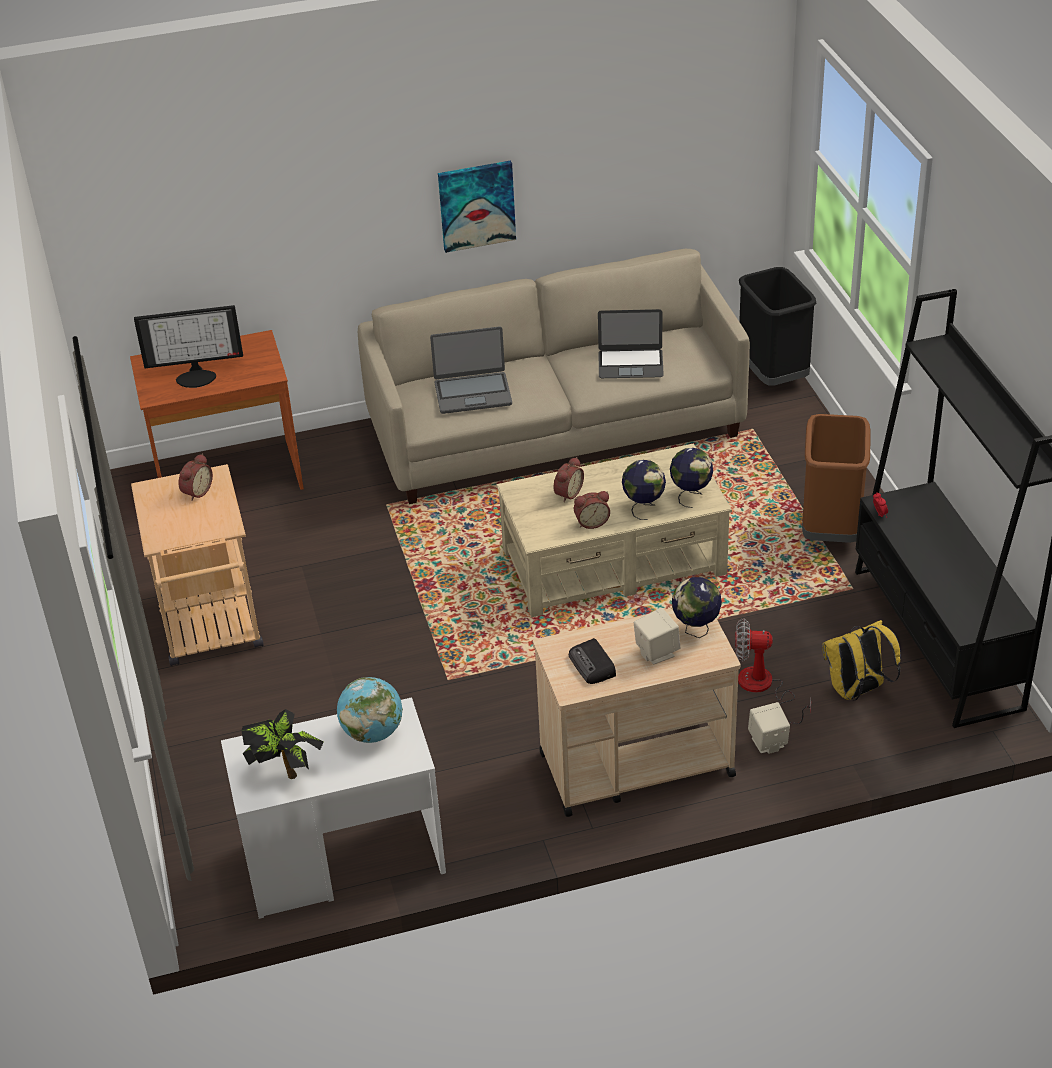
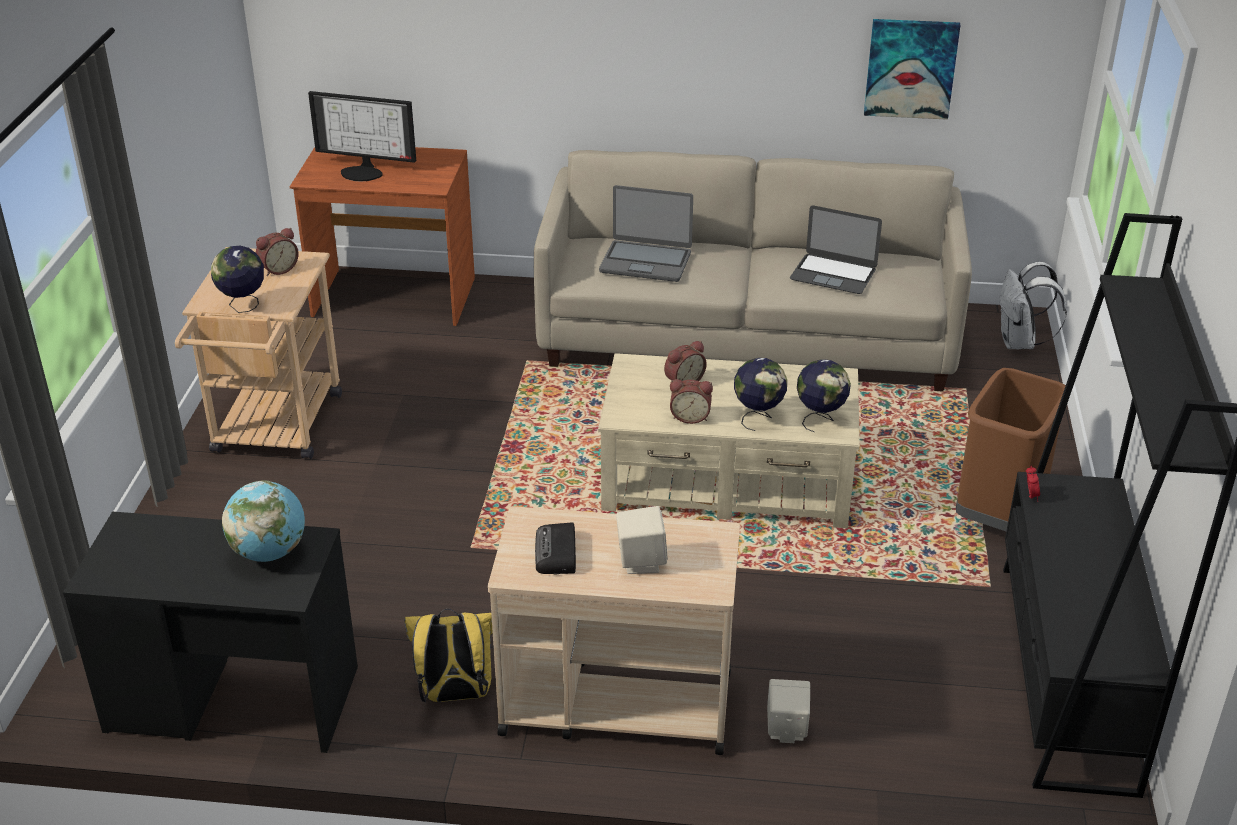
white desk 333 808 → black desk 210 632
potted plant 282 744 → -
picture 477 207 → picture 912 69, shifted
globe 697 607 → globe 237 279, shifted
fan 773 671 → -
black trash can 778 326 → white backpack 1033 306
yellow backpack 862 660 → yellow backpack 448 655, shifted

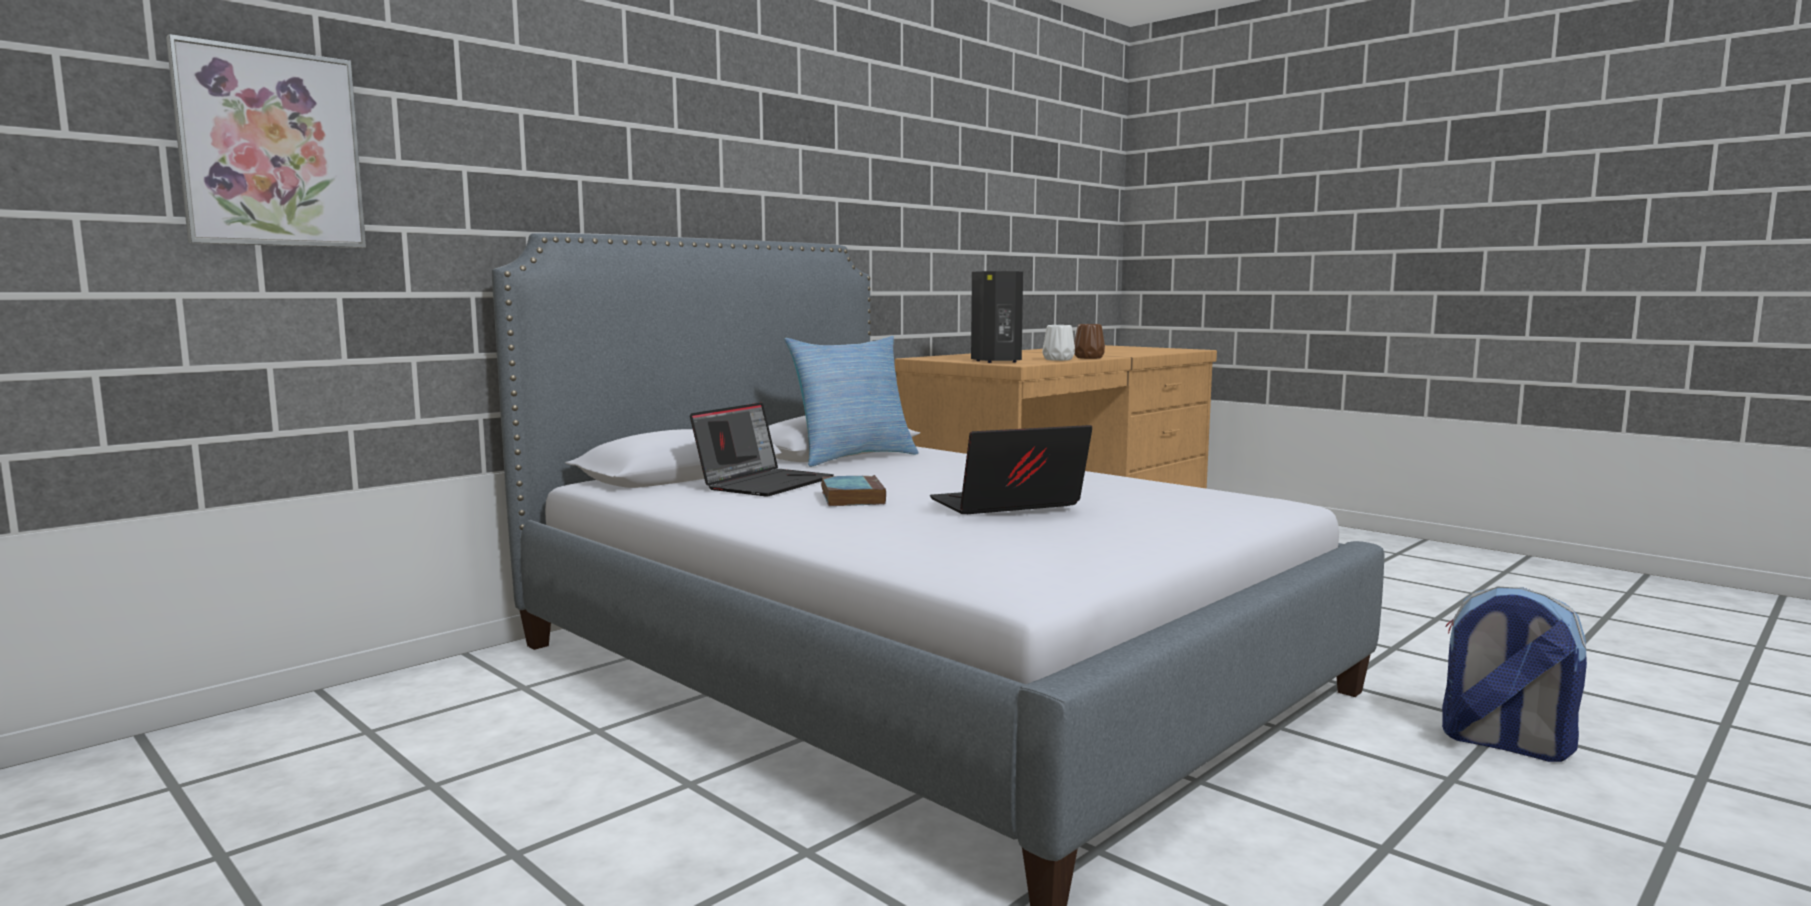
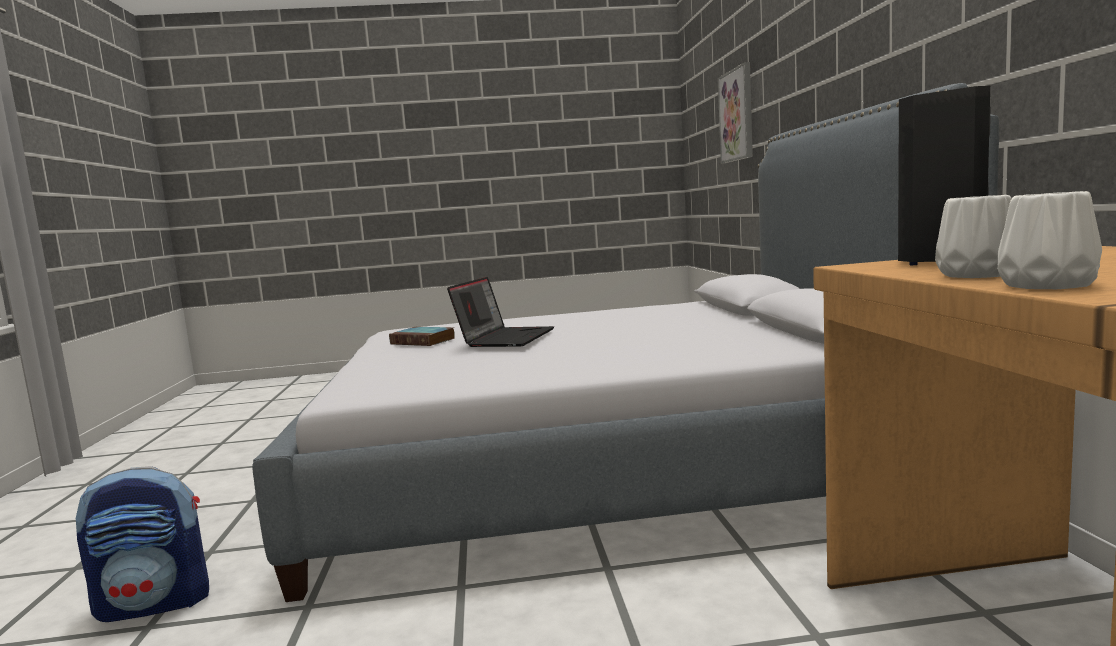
laptop 761 449 → -
pillow 851 401 → -
book 853 490 → book 422 336, shifted
brown vase 1089 341 → white vase 1049 240

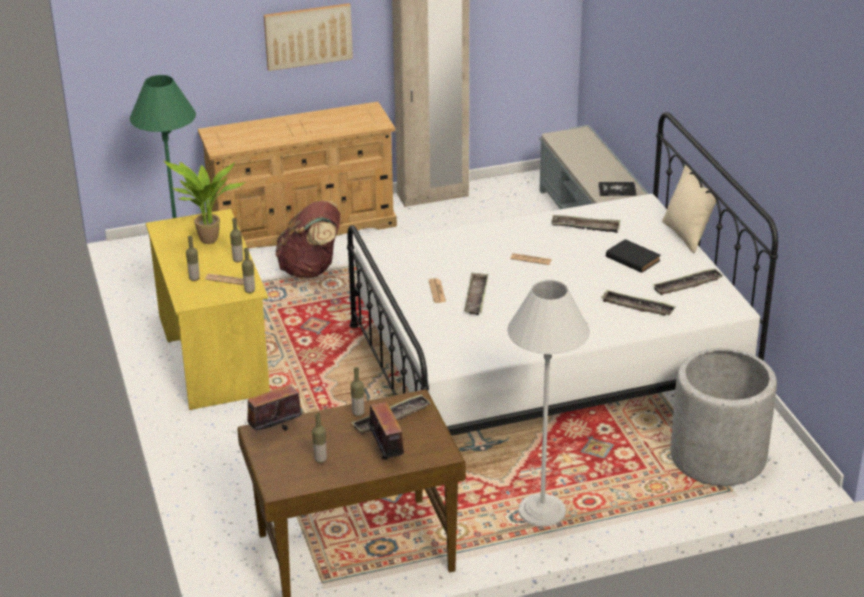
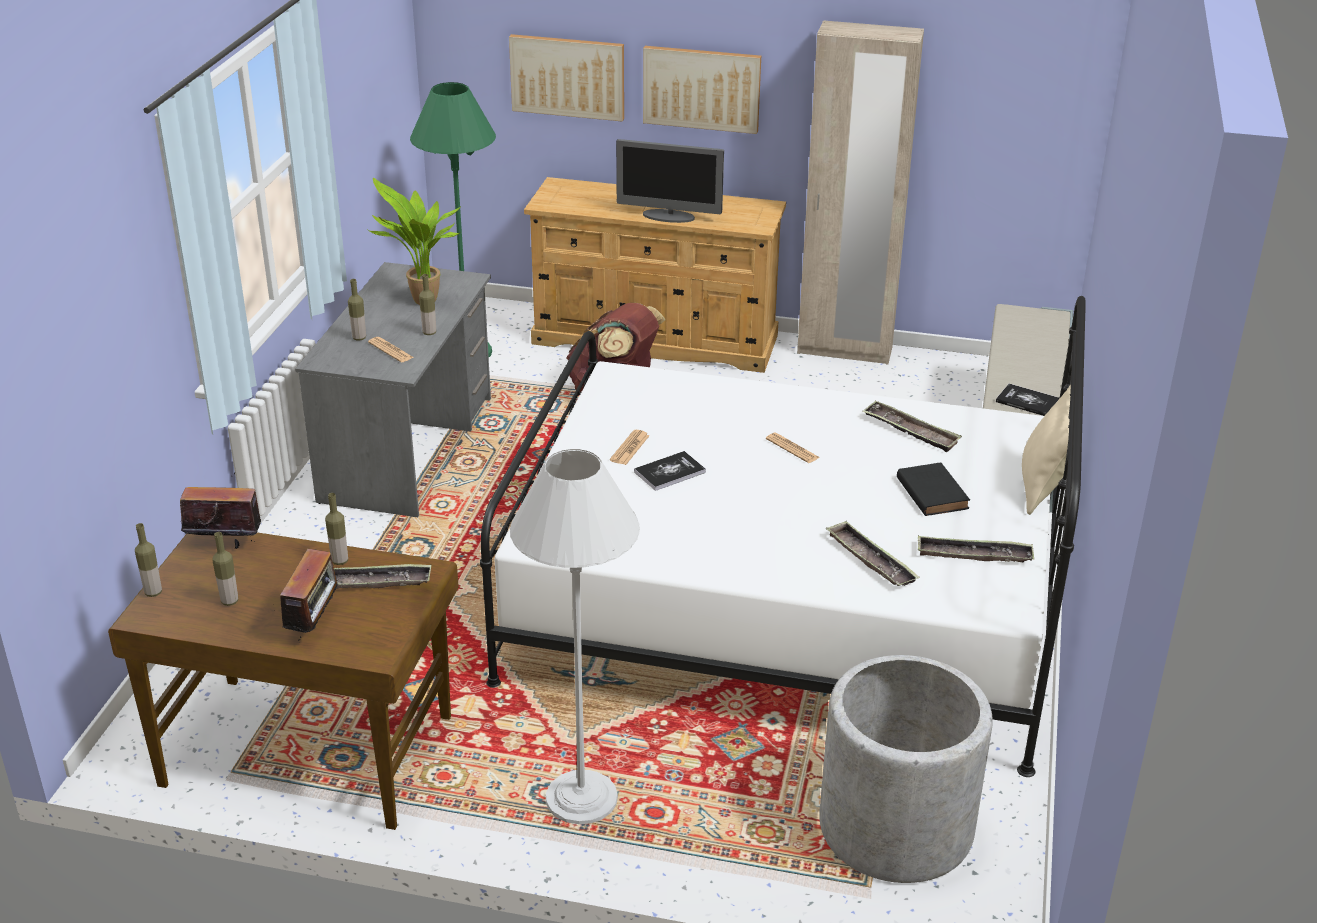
yellow desk 208 309 → grey desk 393 389
bottle 248 270 → bottle 148 560, shifted
tray 476 293 → book 670 471
- → picture 566 77
- → monitor 670 181

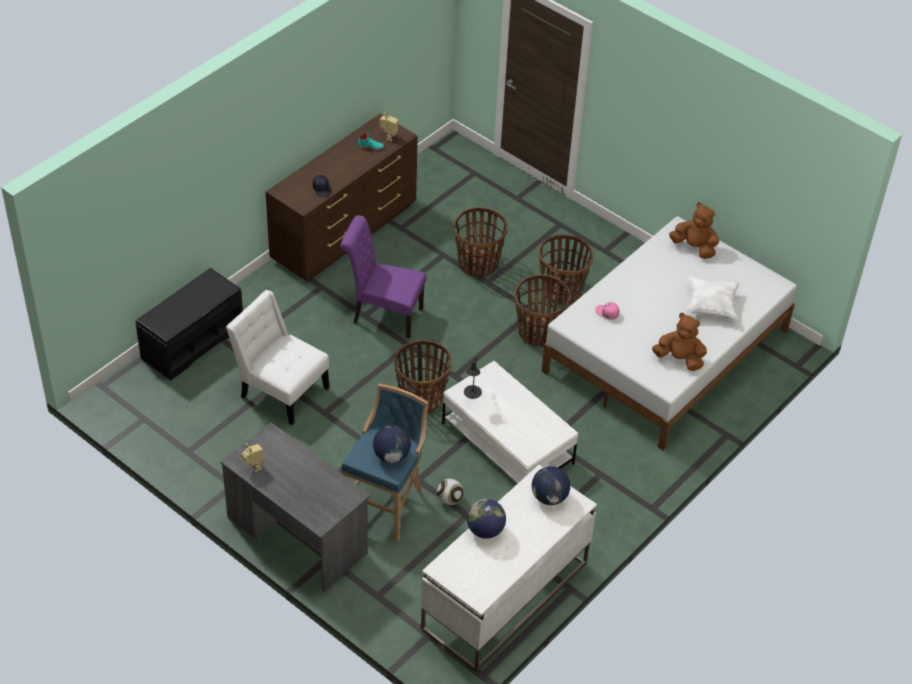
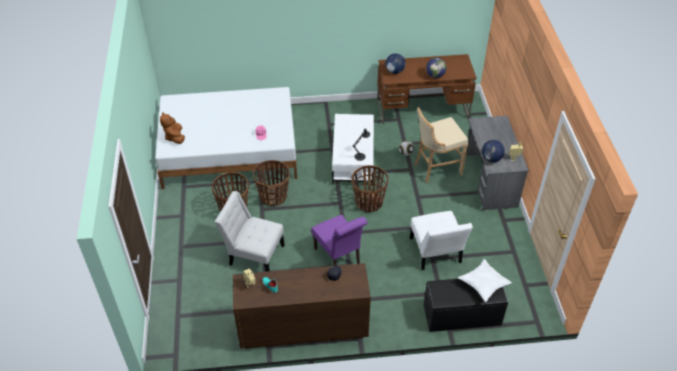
blue stool 384 462 → beige stool 441 145
globe 392 444 → globe 493 151, shifted
white desk 509 568 → brown desk 427 89
basket 480 242 → white chair 250 231
brown plush toy 679 342 → -
white pillow 713 298 → white pillow 485 280, shifted

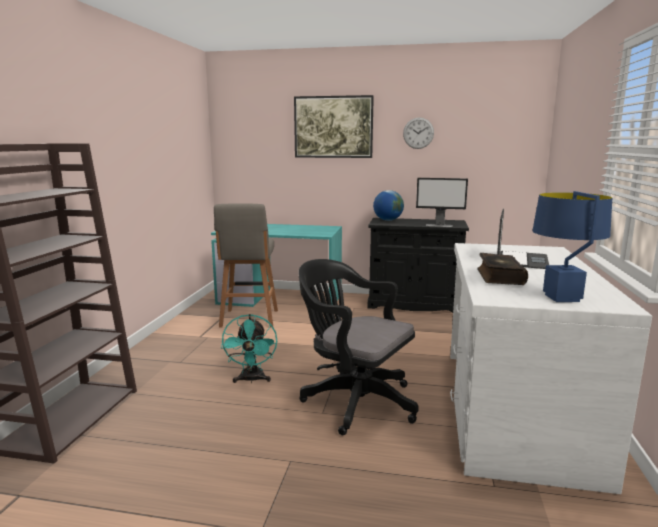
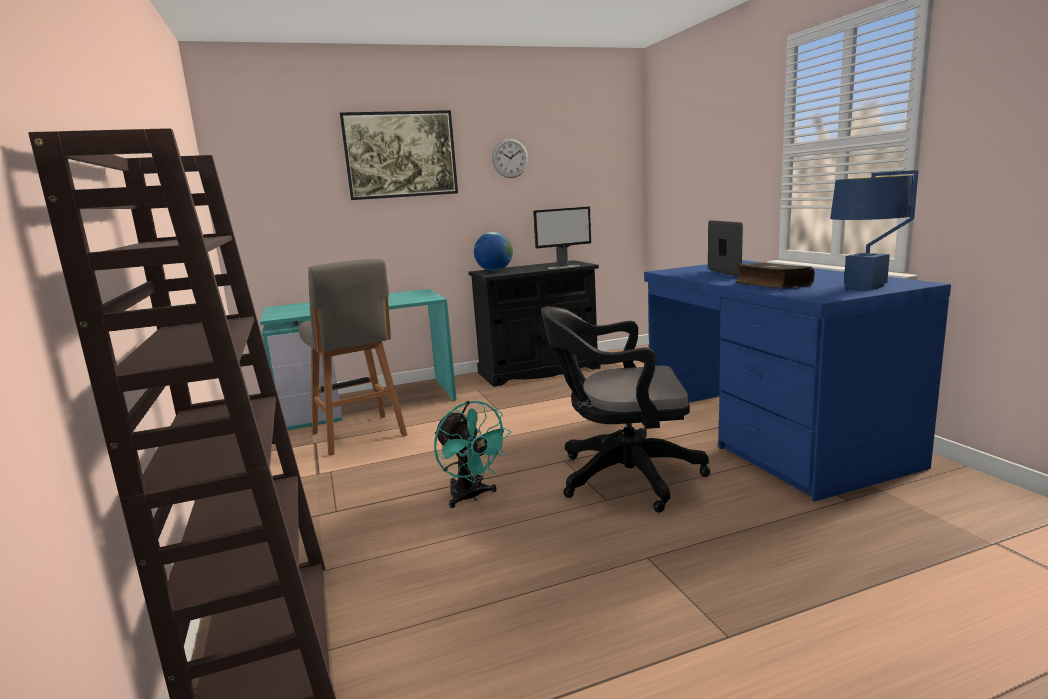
white desk 551 368 → blue desk 797 381

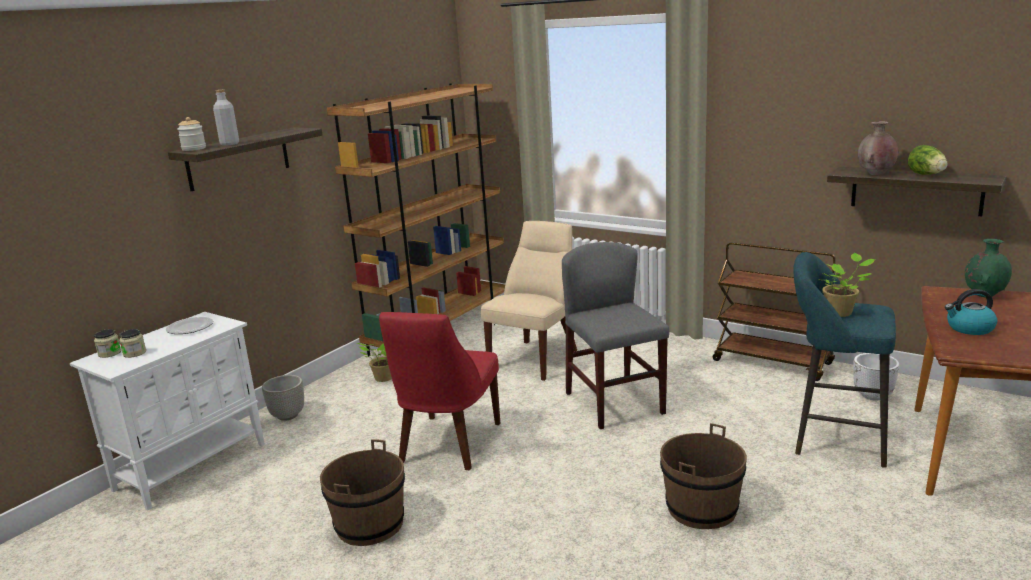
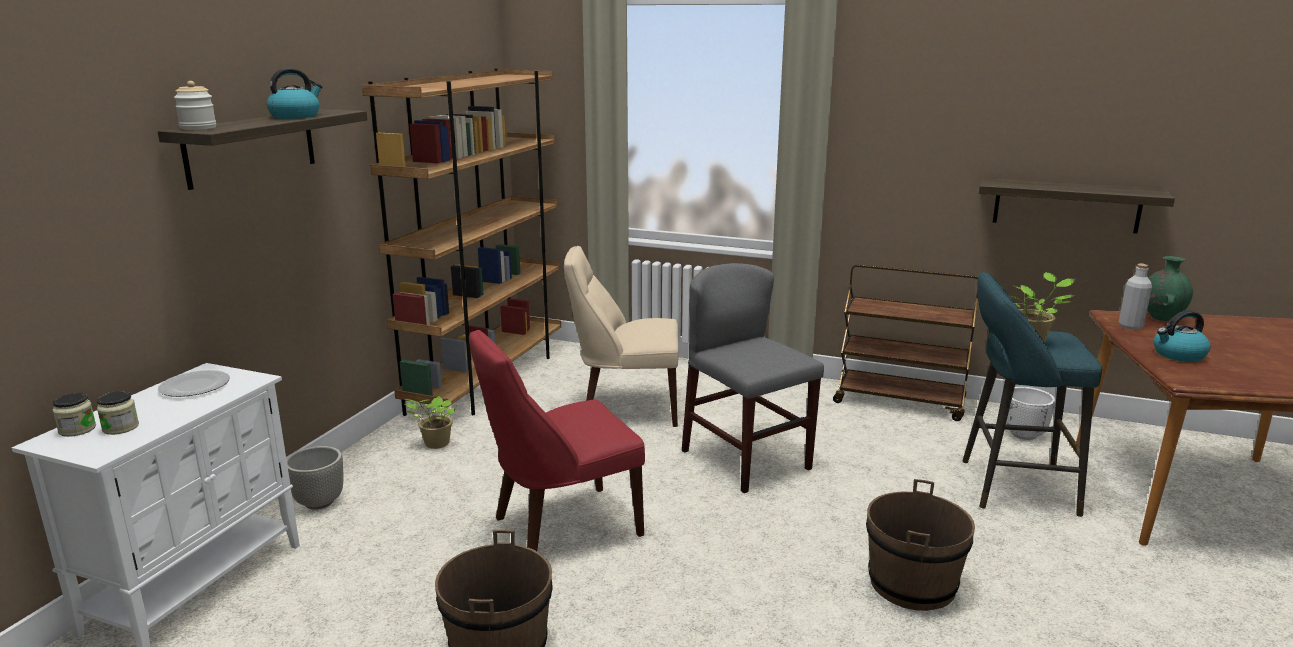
grey bottle 226 118 → grey bottle 1135 297, shifted
red chair 439 391 → red chair 557 440, 60 degrees clockwise
beige chair 529 301 → beige chair 621 336, 105 degrees counterclockwise
brown vase 878 148 → -
lettuce 928 160 → -
- → kettle 294 93

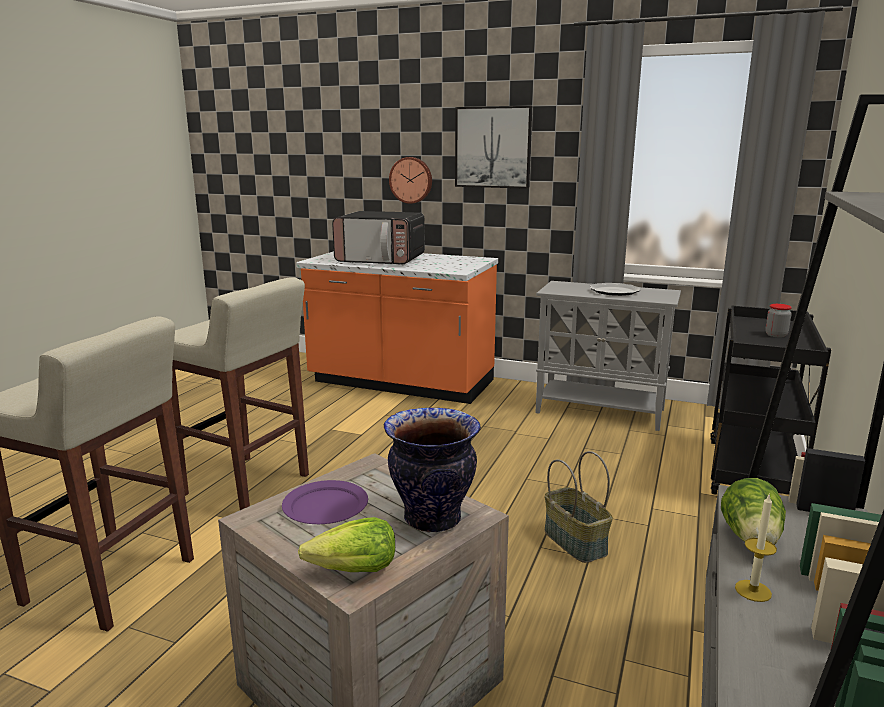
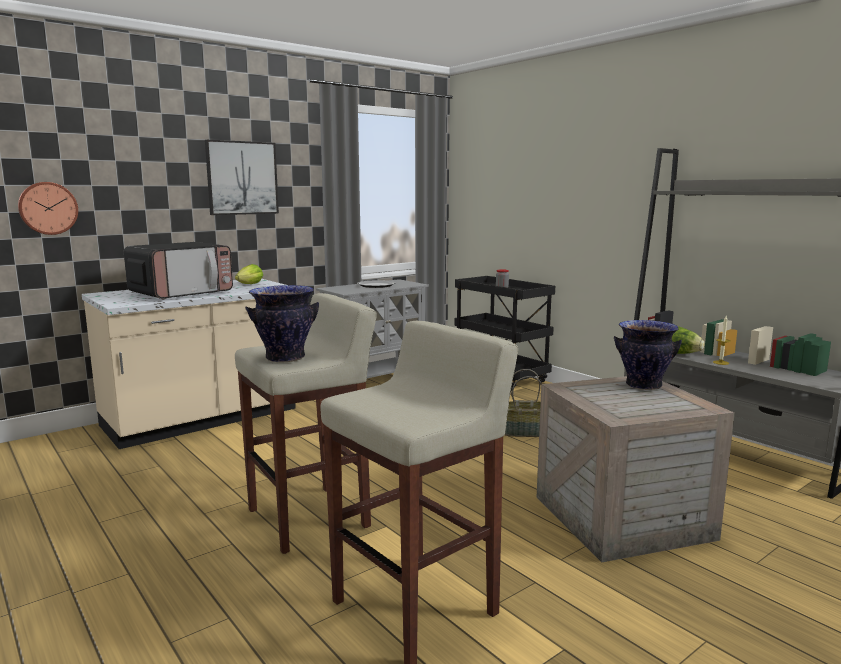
purple plate 325 502 → -
orange counter 397 327 → beige counter 189 364
lettuce 346 544 → lettuce 249 274, shifted
wall clock 410 180 → wall clock 48 208, shifted
- → vase 282 324

